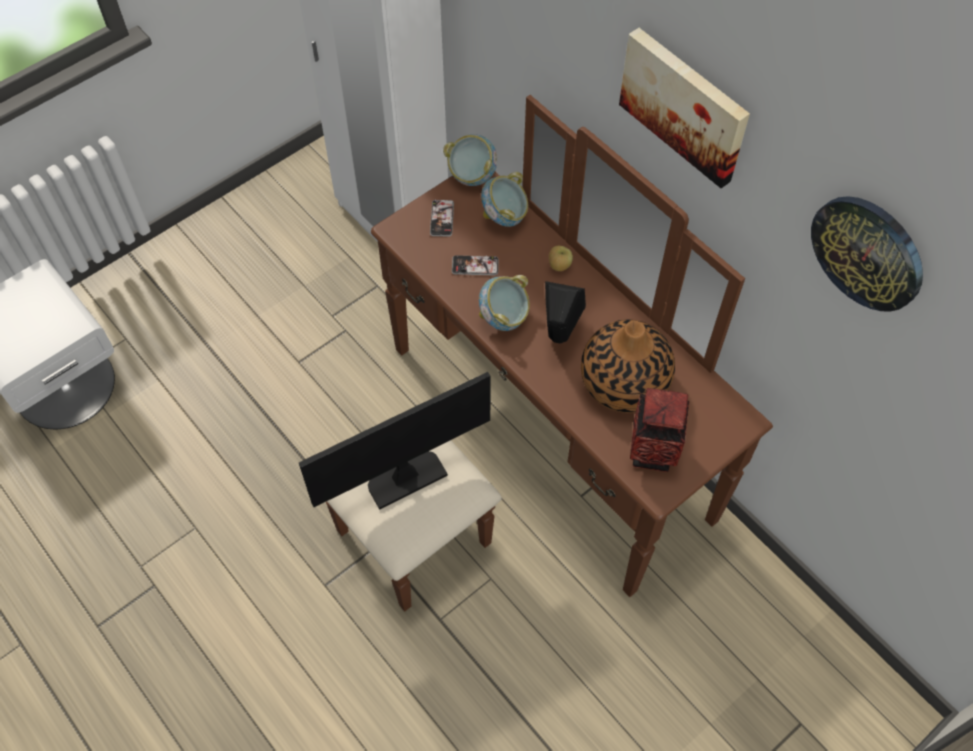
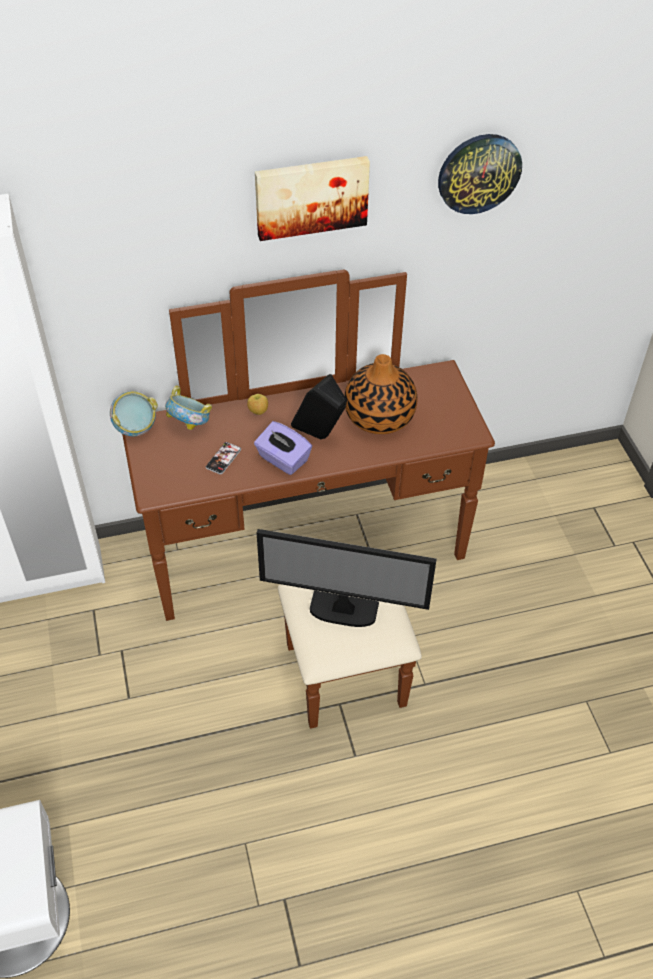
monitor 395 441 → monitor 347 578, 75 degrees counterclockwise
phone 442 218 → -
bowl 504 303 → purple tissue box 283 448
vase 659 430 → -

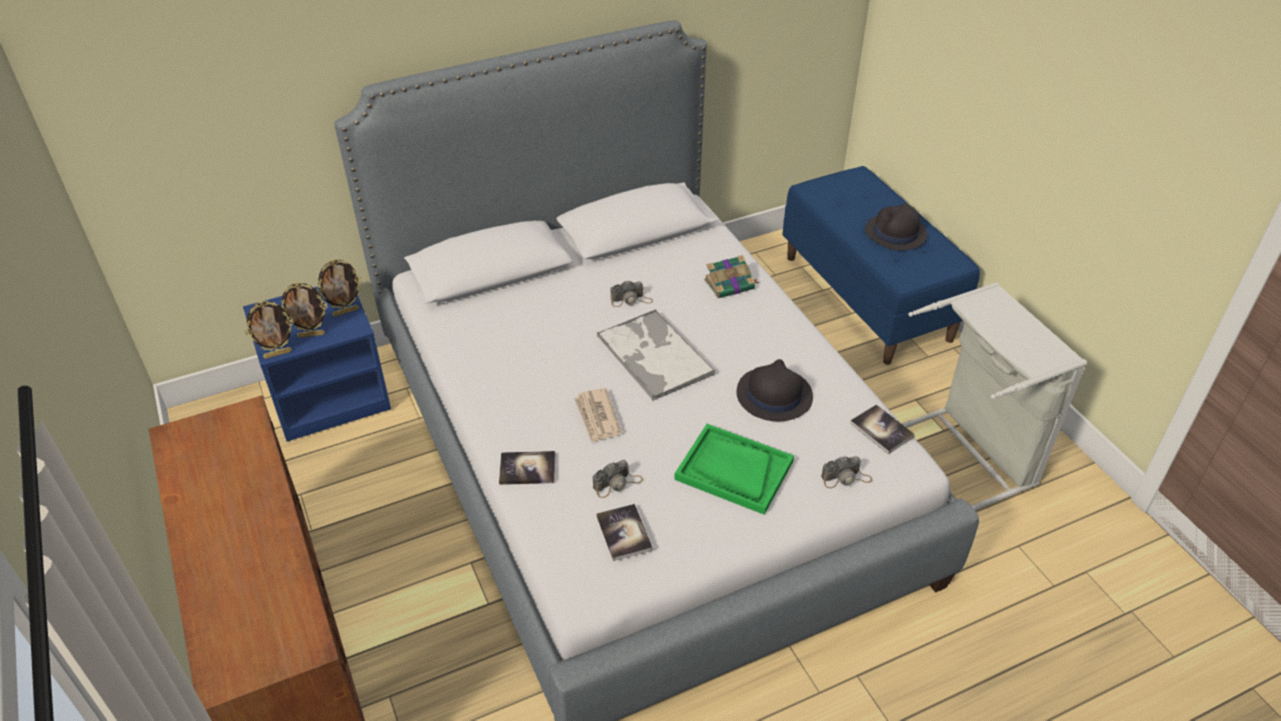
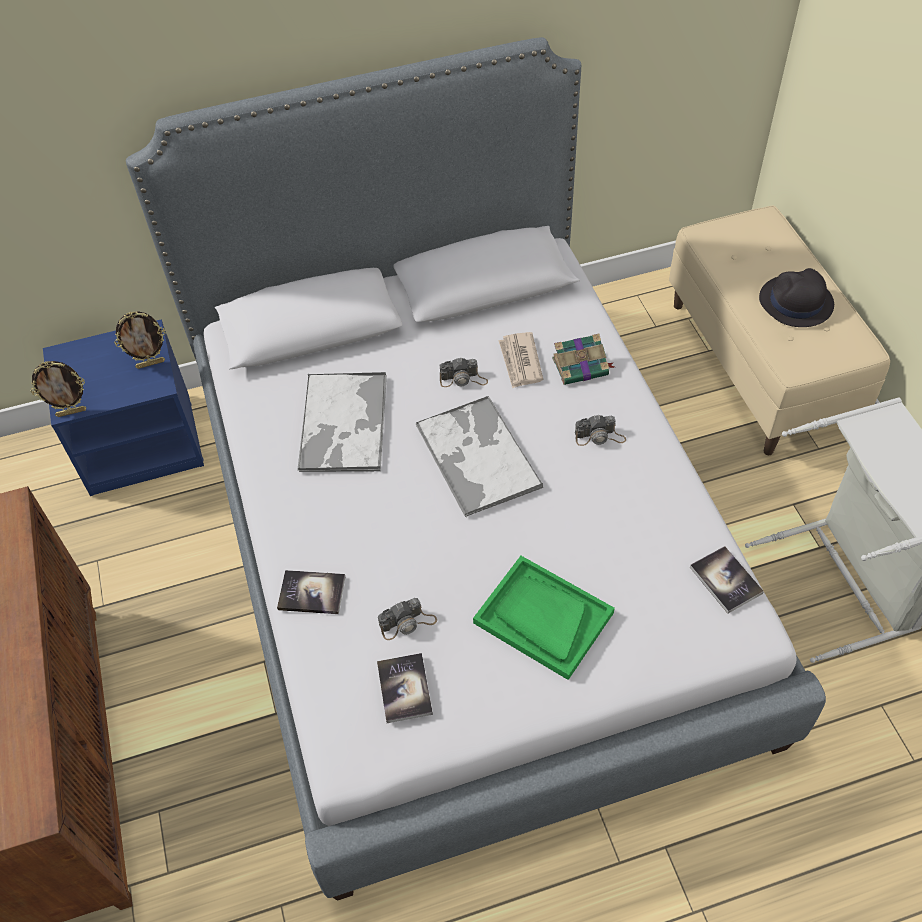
picture frame 304 310 → -
newspaper 598 415 → newspaper 521 360, shifted
black hat 775 390 → -
blue bench 881 265 → beige bench 779 330
photo camera 846 472 → photo camera 600 430, shifted
- → tray 342 422

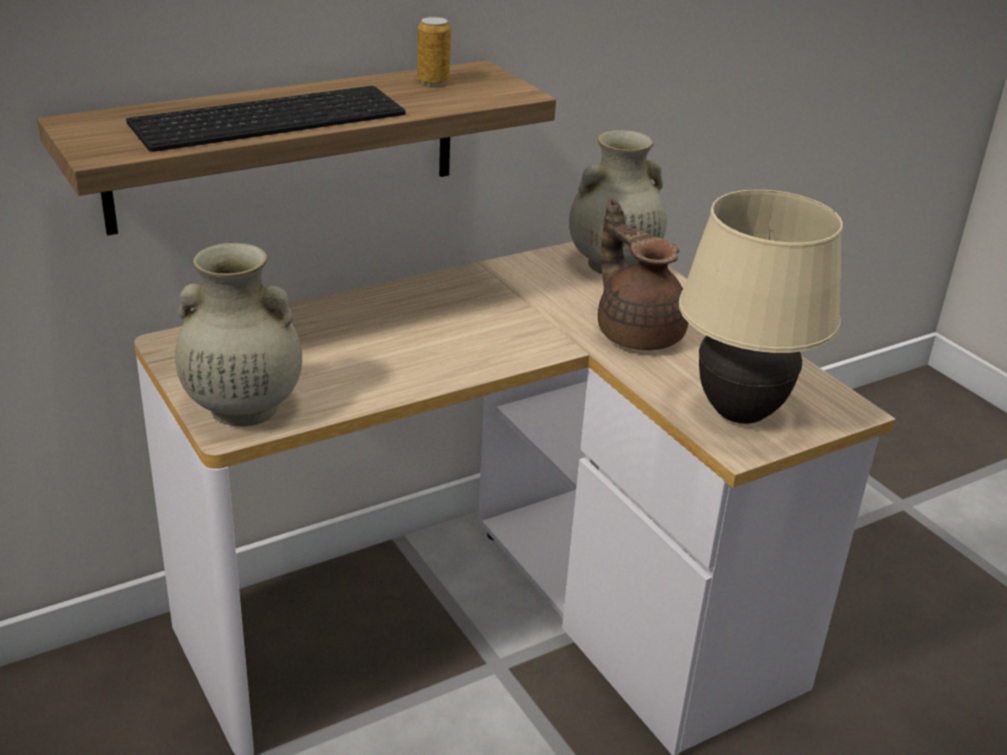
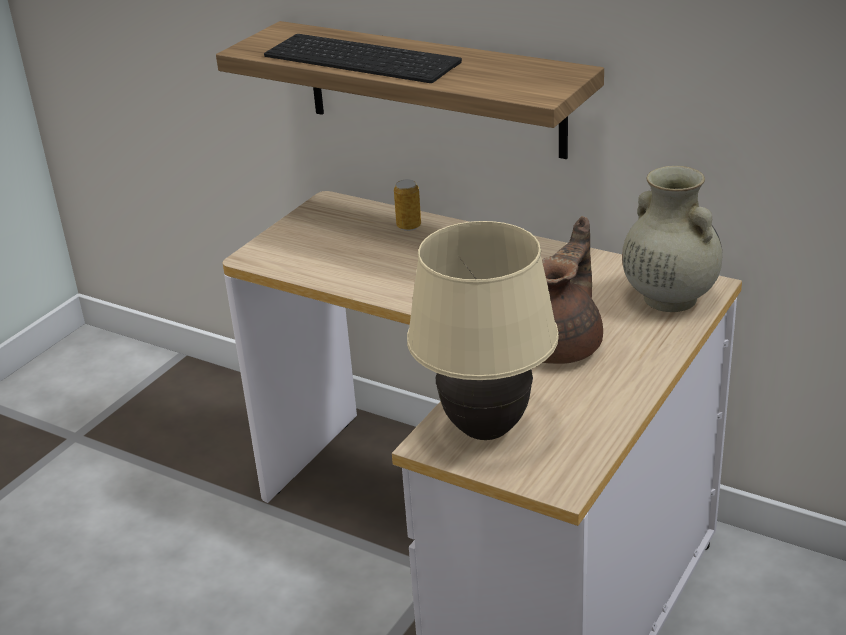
beige vase 238 334 → -
can 434 51 → can 407 205, shifted

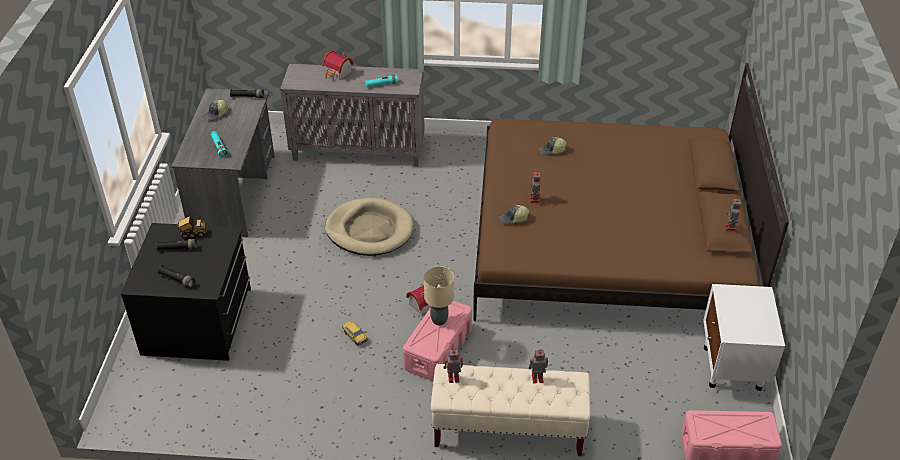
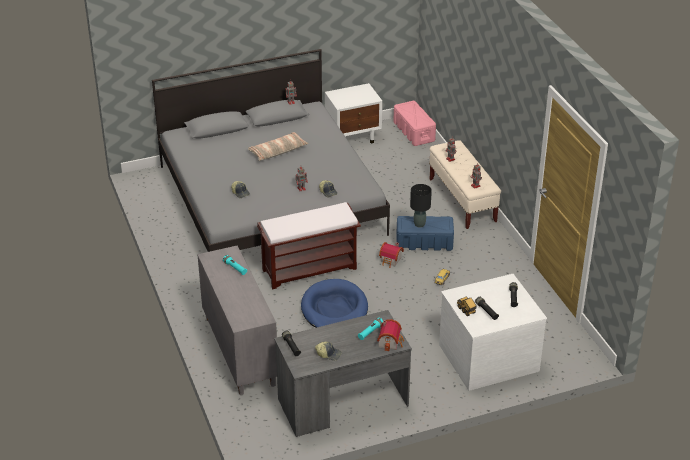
black dresser 186 292 → white dresser 493 332
toy house 338 66 → toy house 390 335, shifted
beige dog bed 369 227 → blue dog bed 334 303
pink storage box 437 341 → blue storage box 425 233
beige table lamp 439 295 → black table lamp 421 206
brown bed 631 192 → grey bed 271 150
- → pillow 278 146
- → brown bench 309 245

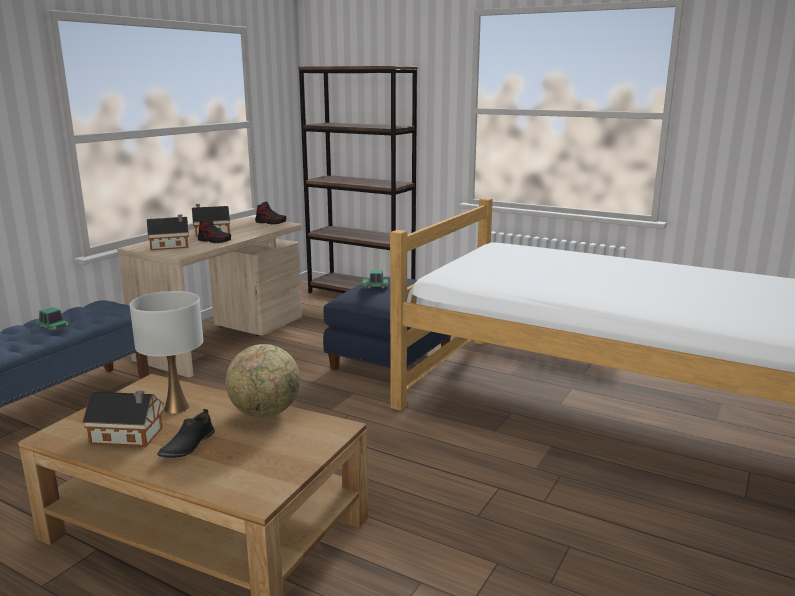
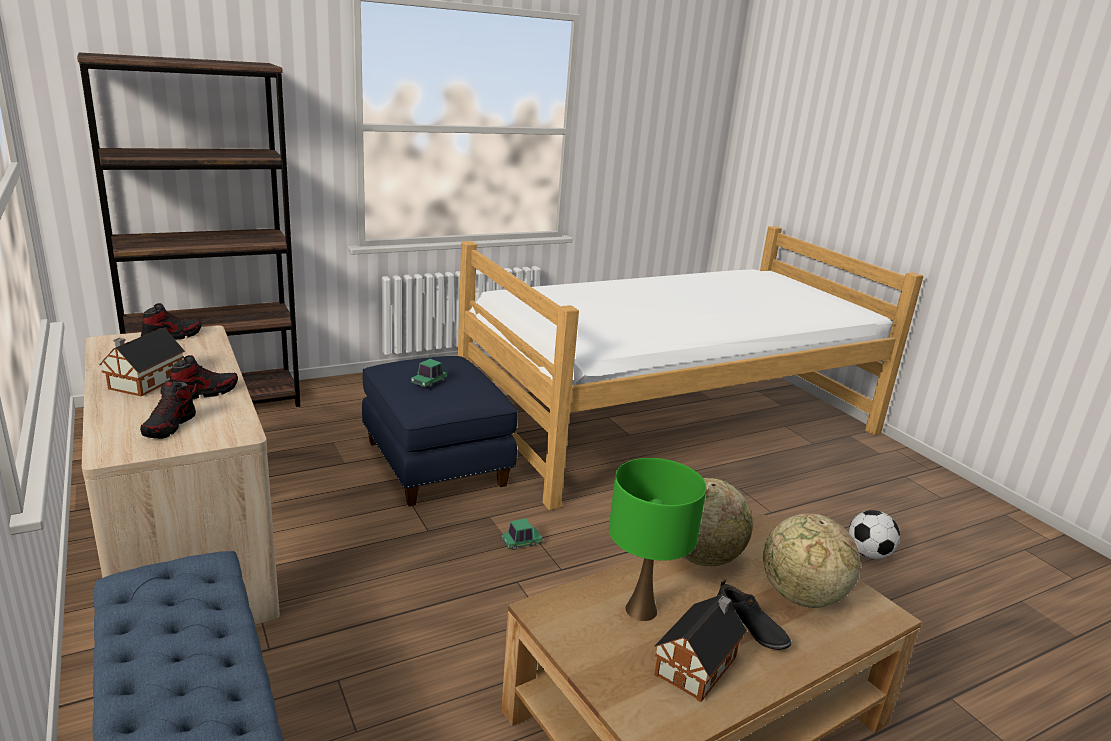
toy car 53 319 → toy car 522 534, shifted
white table lamp 166 352 → green table lamp 657 539
toy house 168 232 → shoe 168 410
- → globe 811 560
- → football 874 534

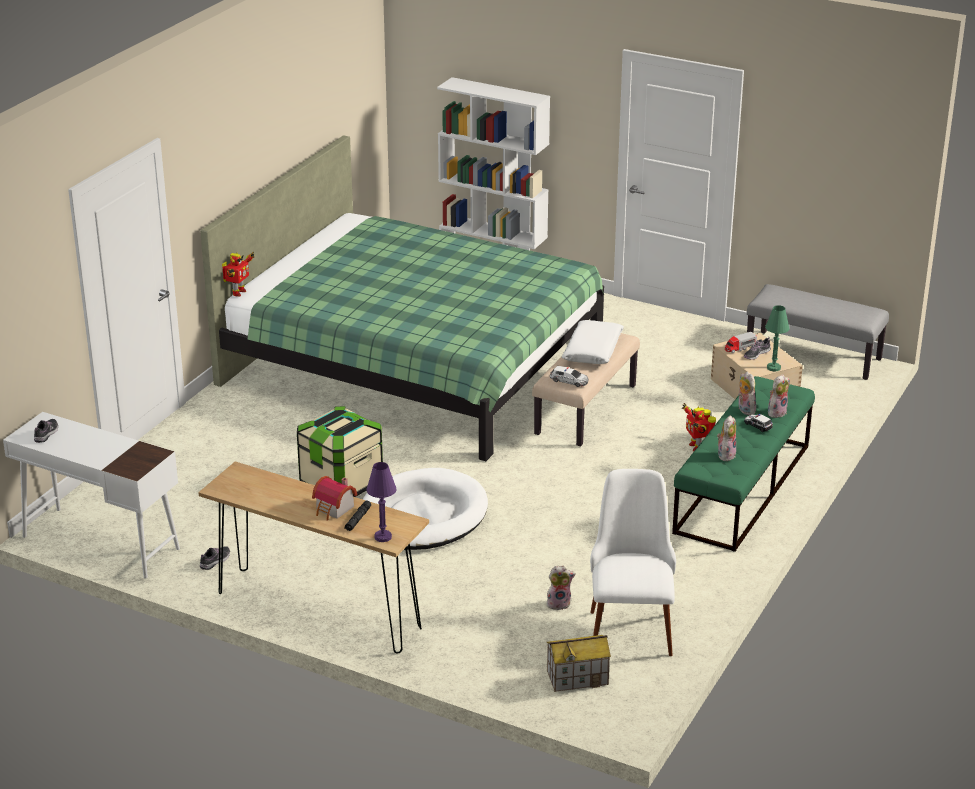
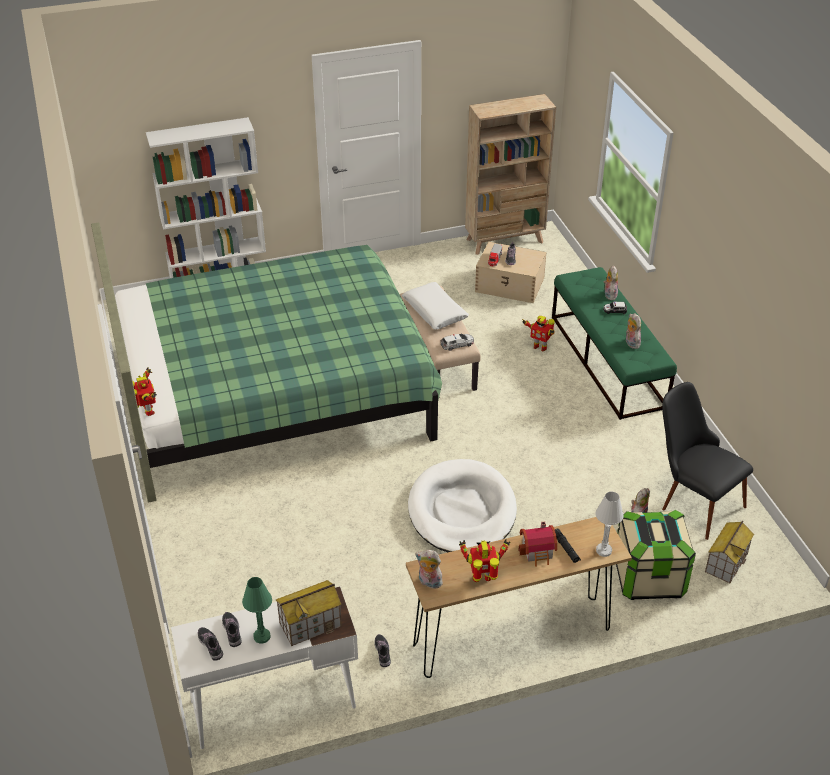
storage box 340 451 → storage box 656 555, shifted
purple table lamp 381 502 → white table lamp 610 524
white chair 633 562 → black chair 707 461
plush toy 747 393 → plush toy 429 569, shifted
grey bench 818 332 → beige bookcase 510 174
green table lamp 777 338 → green table lamp 257 610, shifted
- → shoe 232 629
- → toy house 309 613
- → toy robot 484 560

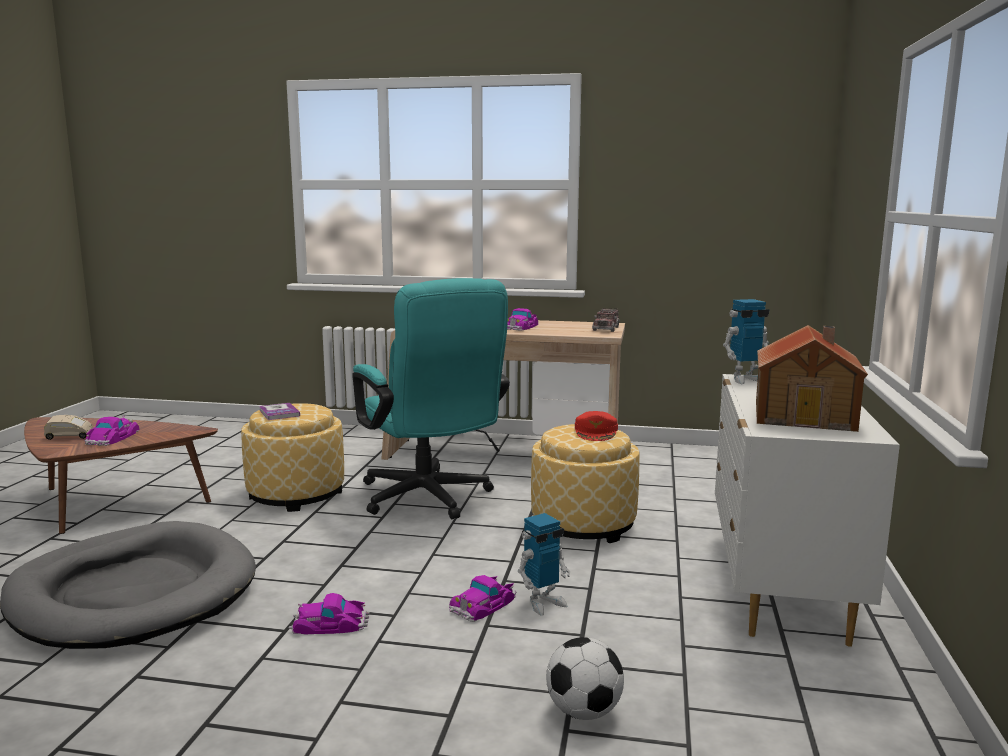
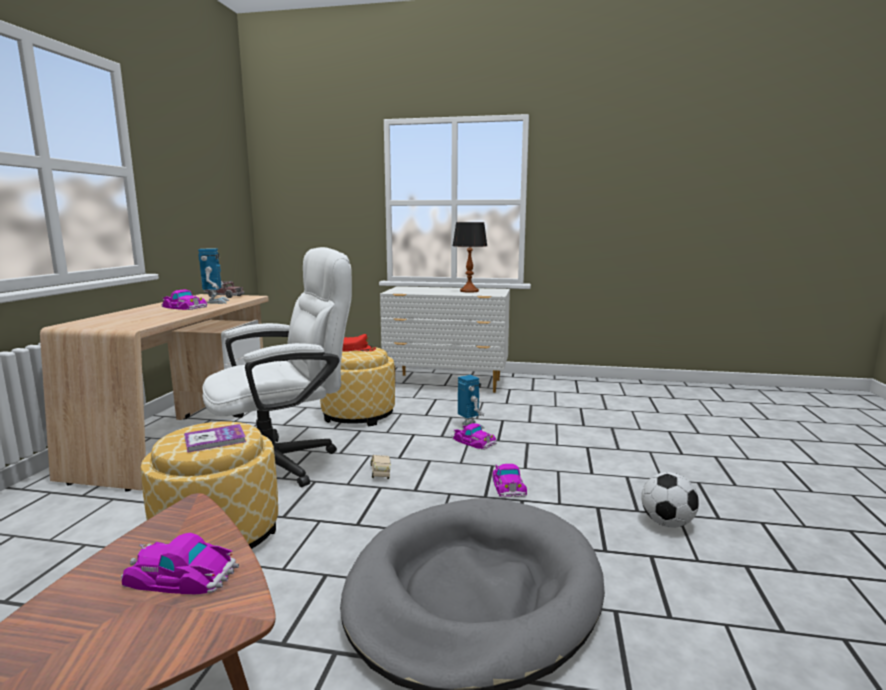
beige toy car 68 427 → beige toy car 381 467, shifted
turquoise office chair 431 398 → white office chair 277 367
football 585 678 → football 670 499, shifted
toy robot 746 341 → toy robot 213 276, shifted
toy house 812 378 → table lamp 470 257

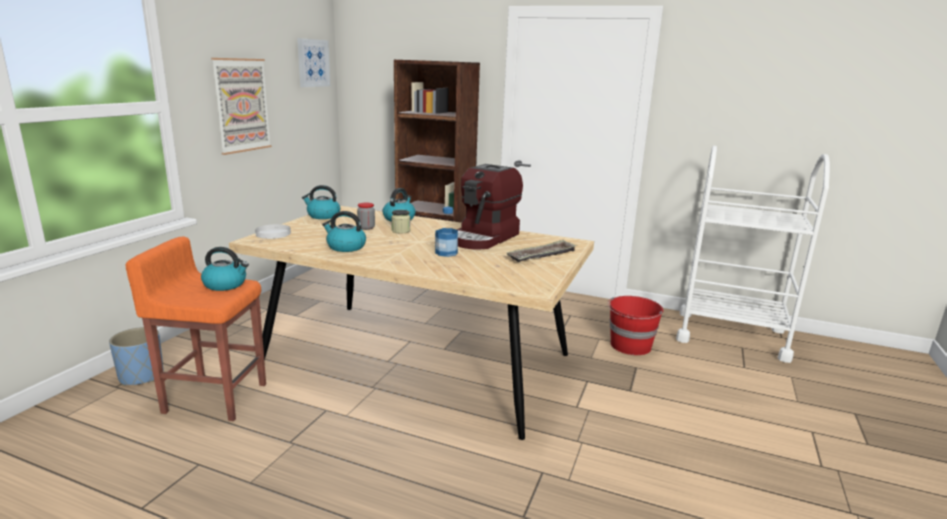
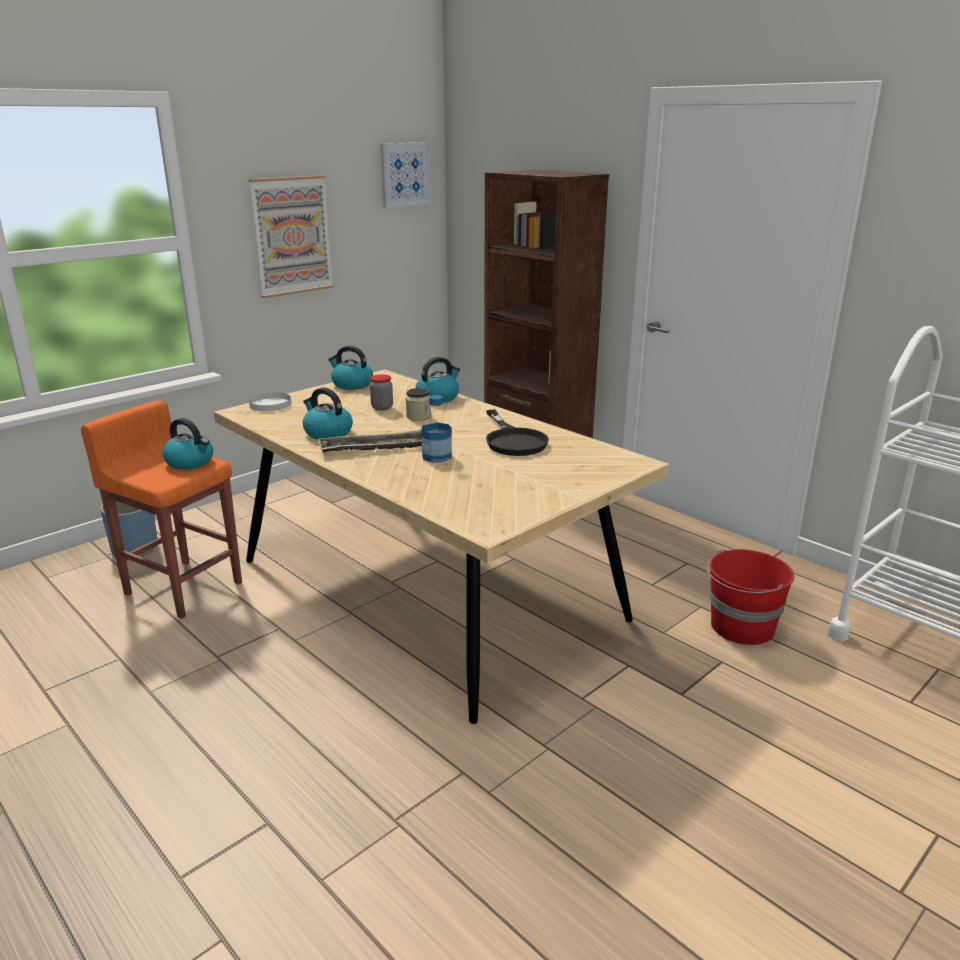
coffee machine 490 206 → black frying pan 517 432
tray 542 251 → tray 370 441, shifted

